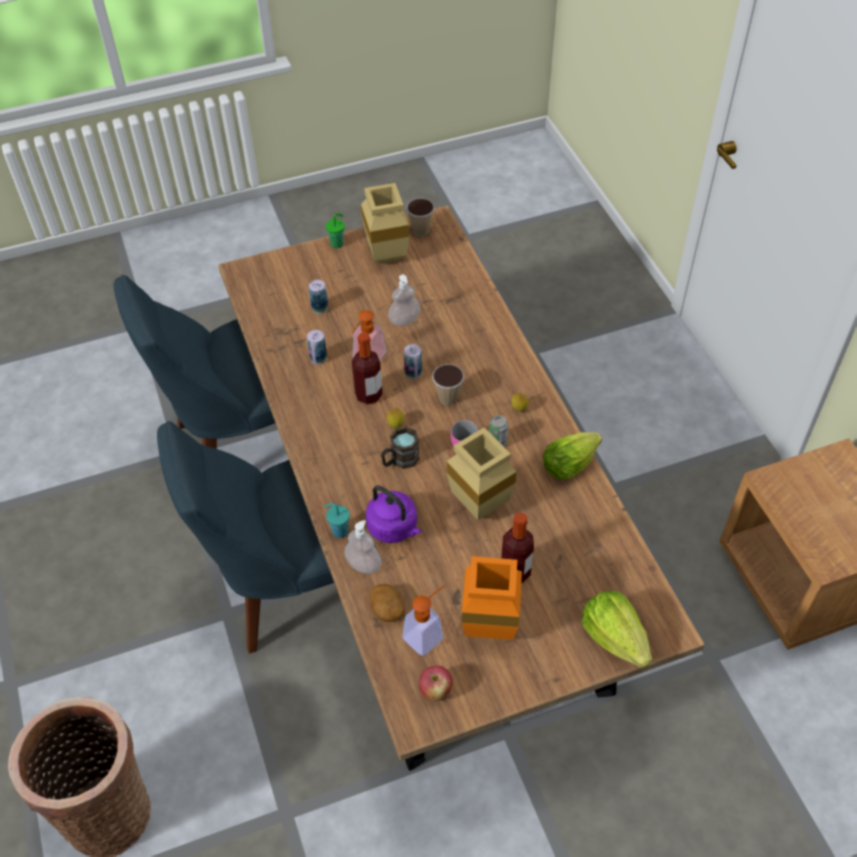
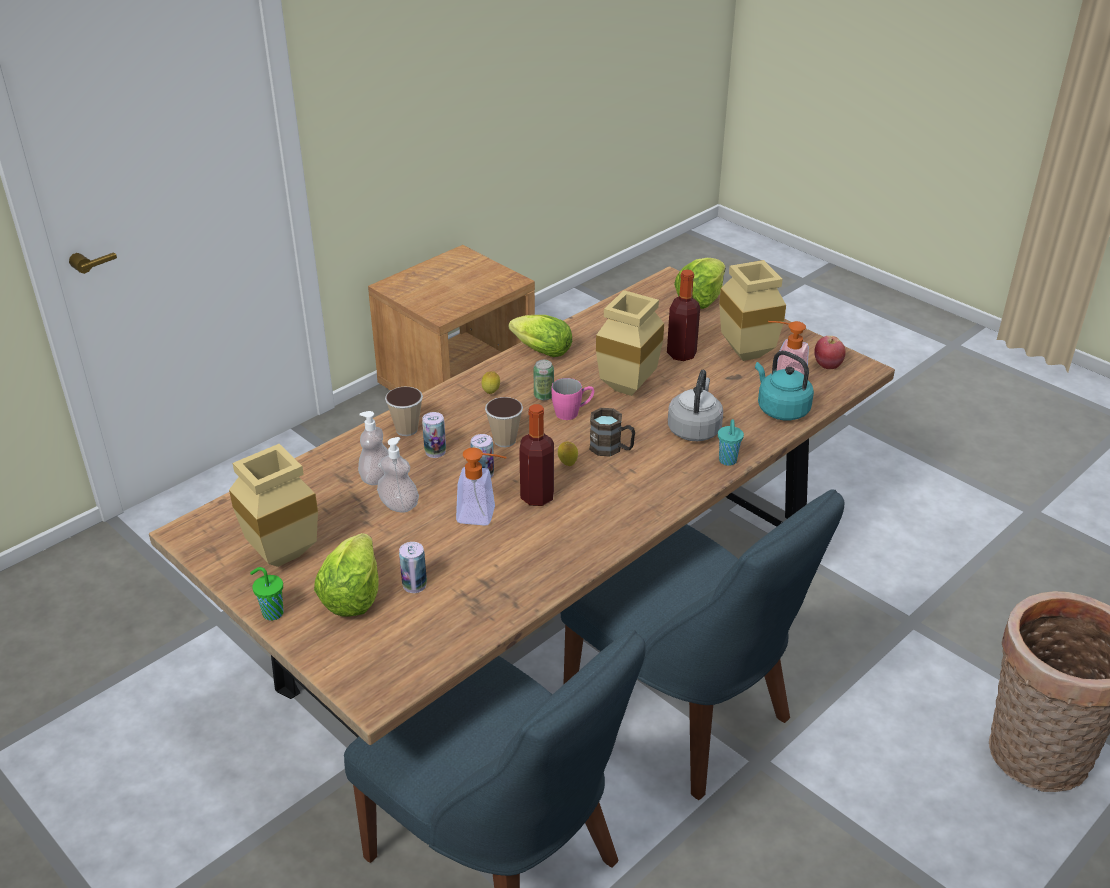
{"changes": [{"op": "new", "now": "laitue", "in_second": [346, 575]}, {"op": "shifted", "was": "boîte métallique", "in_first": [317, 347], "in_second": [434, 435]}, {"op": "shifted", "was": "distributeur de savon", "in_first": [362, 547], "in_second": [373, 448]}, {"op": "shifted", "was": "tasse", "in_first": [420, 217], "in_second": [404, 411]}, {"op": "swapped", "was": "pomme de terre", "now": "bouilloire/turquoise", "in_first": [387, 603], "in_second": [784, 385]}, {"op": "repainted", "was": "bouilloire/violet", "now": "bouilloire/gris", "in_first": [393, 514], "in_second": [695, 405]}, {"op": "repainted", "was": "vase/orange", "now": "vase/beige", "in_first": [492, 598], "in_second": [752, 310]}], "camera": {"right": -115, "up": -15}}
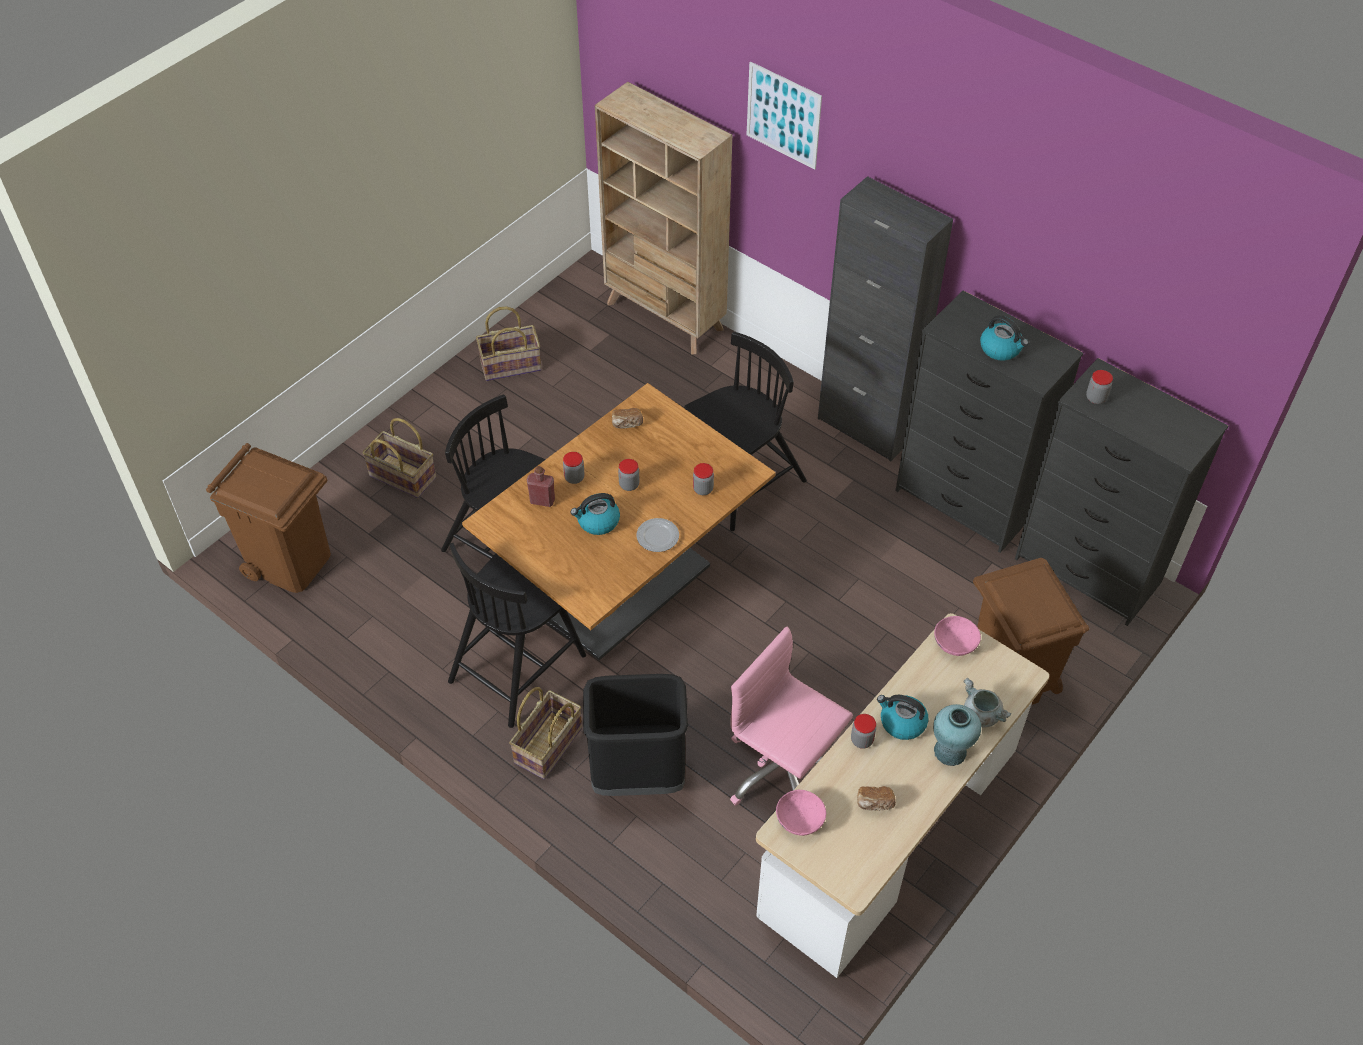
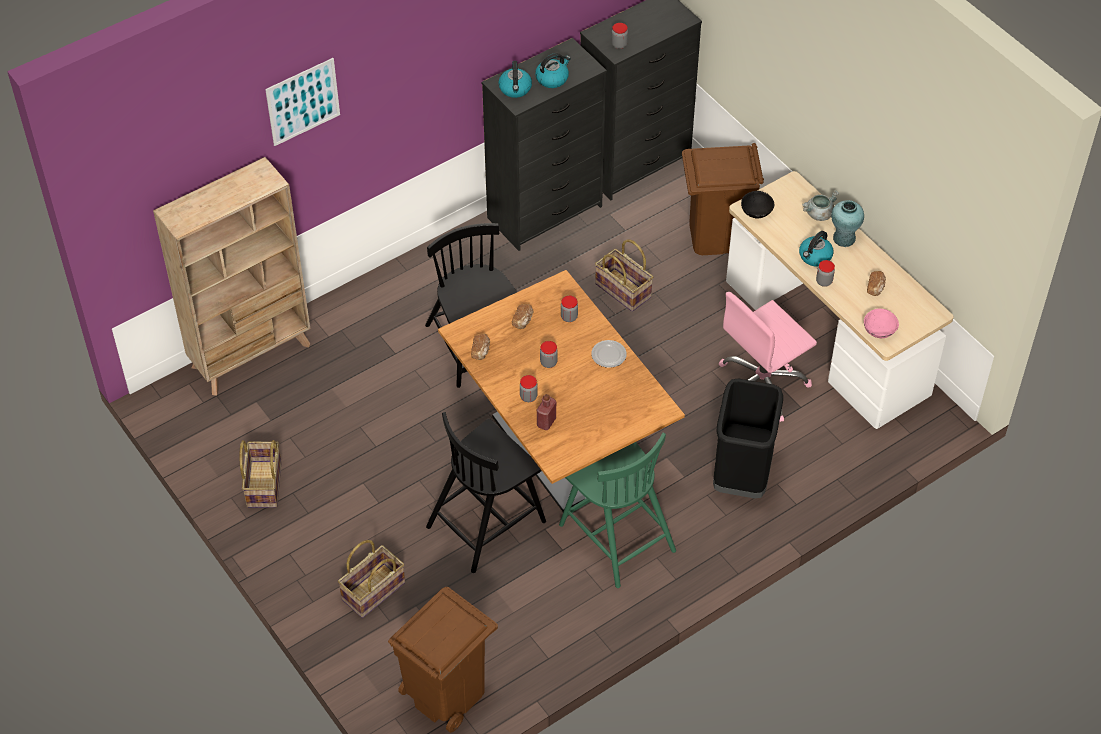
{"changes": [{"op": "gone", "was": "meuble de rangement/noir", "in_first": [885, 318]}, {"op": "new", "now": "pain", "in_second": [522, 316]}, {"op": "shifted", "was": "panier", "in_first": [545, 733], "in_second": [624, 275]}, {"op": "shifted", "was": "bouilloire", "in_first": [595, 514], "in_second": [515, 79]}, {"op": "repainted", "was": "chaise/noir", "now": "chaise/vert", "in_first": [517, 635], "in_second": [617, 510]}, {"op": "repainted", "was": "bol/rose", "now": "bol/noir", "in_first": [957, 636], "in_second": [757, 204]}], "camera": {"right": -75, "up": 0}}
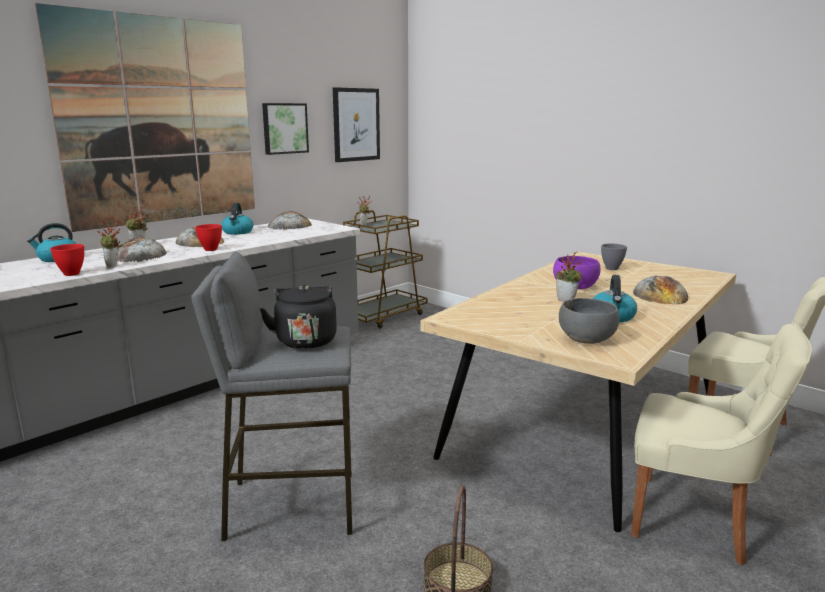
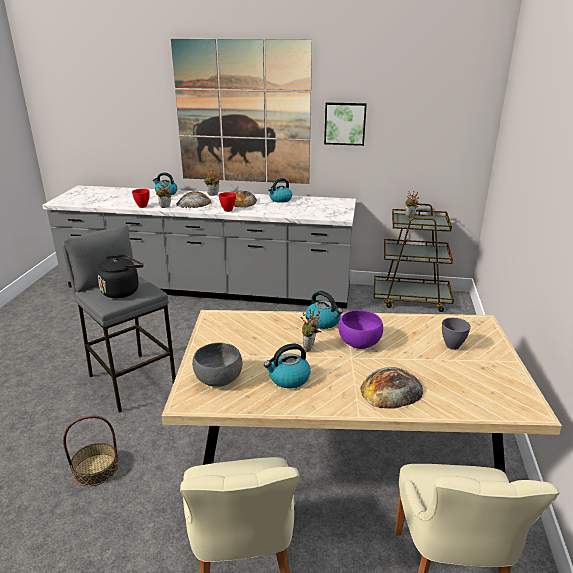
{"changes": [{"op": "gone", "was": "pain", "in_first": [289, 220]}, {"op": "gone", "was": "tableau", "in_first": [356, 124]}, {"op": "new", "now": "bouilloire", "in_second": [324, 310]}], "camera": {"right": 55, "up": 10}}
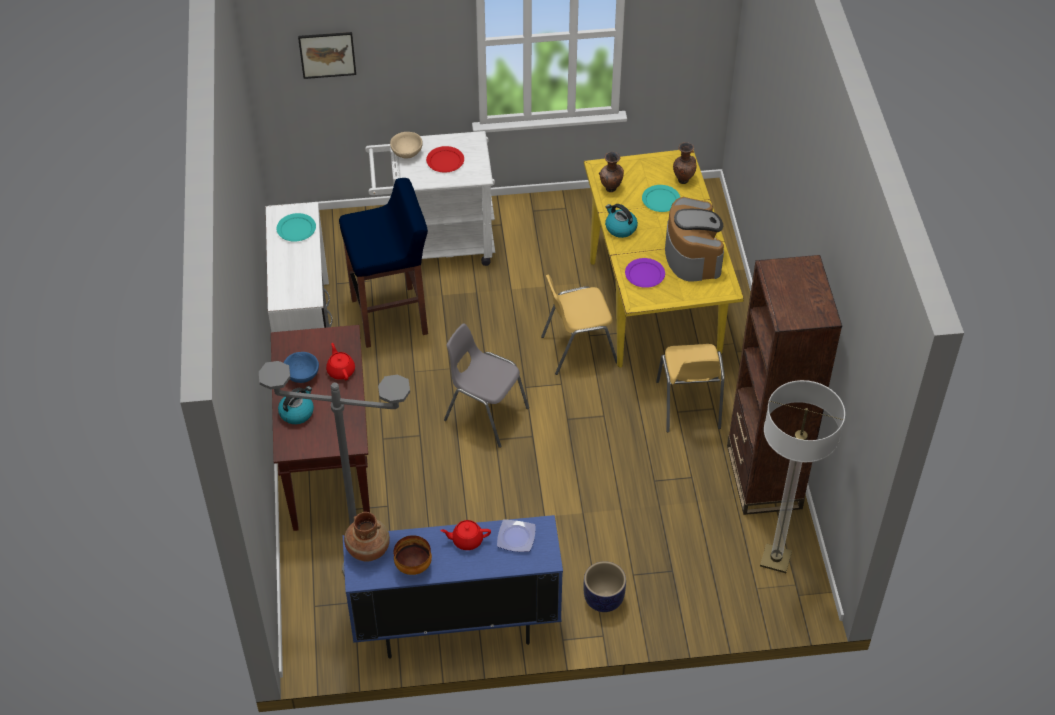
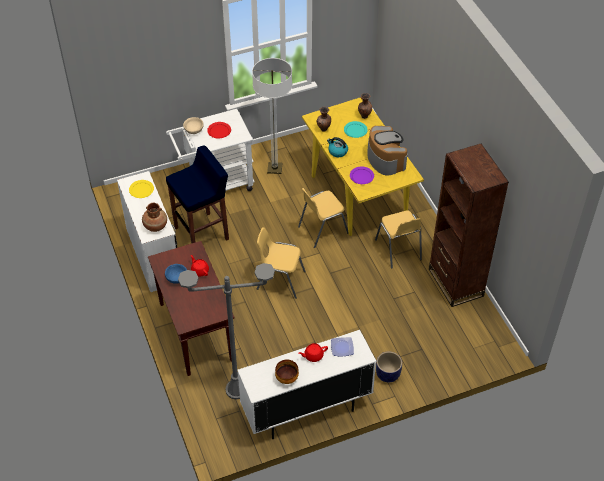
{"changes": [{"op": "gone", "was": "bouilloire", "in_first": [296, 405]}, {"op": "gone", "was": "tableau", "in_first": [327, 55]}, {"op": "shifted", "was": "vase/marron", "in_first": [367, 537], "in_second": [154, 217]}, {"op": "shifted", "was": "lampadaire", "in_first": [802, 476], "in_second": [272, 116]}, {"op": "repainted", "was": "assiette/turquoise", "now": "assiette/jaune", "in_first": [296, 227], "in_second": [141, 189]}, {"op": "repainted", "was": "meuble de rangement/bleu", "now": "meuble de rangement/blanc", "in_first": [453, 587], "in_second": [306, 384]}, {"op": "repainted", "was": "chaise/gris", "now": "chaise/jaune", "in_first": [486, 385], "in_second": [281, 263]}], "camera": {"right": -15, "up": 0}}
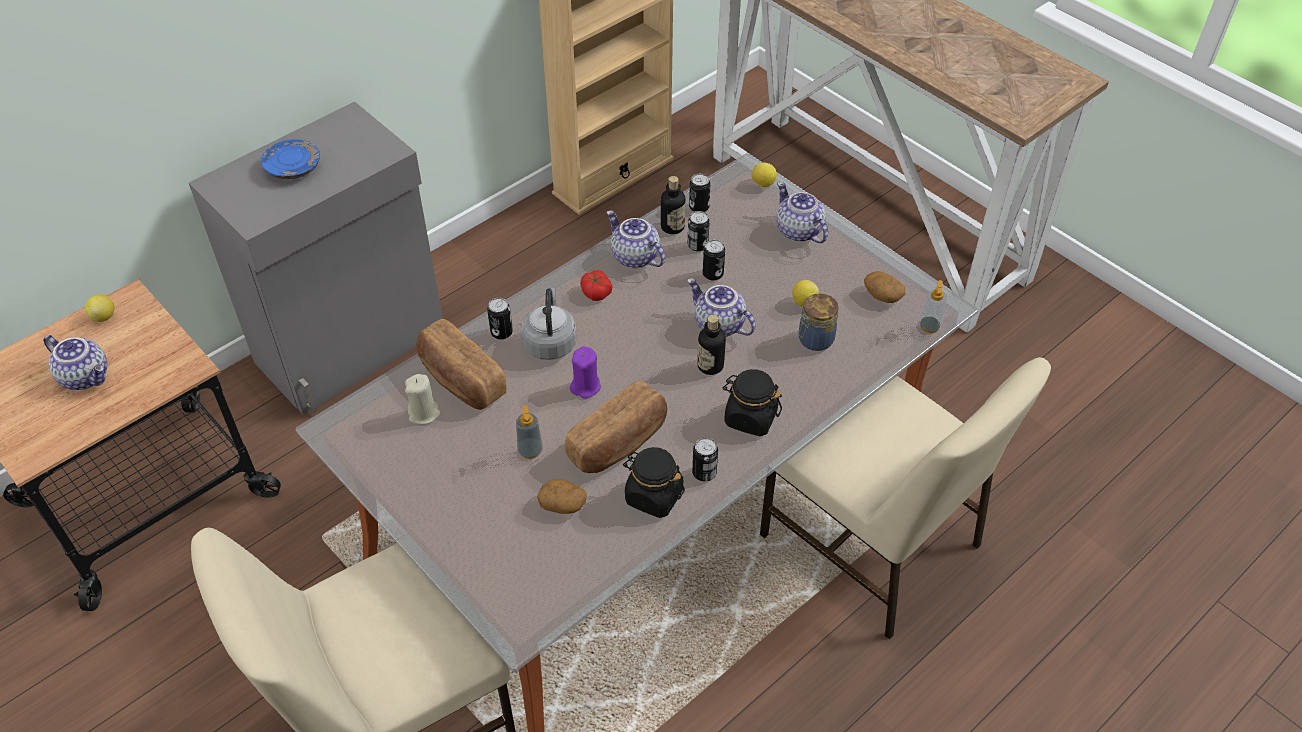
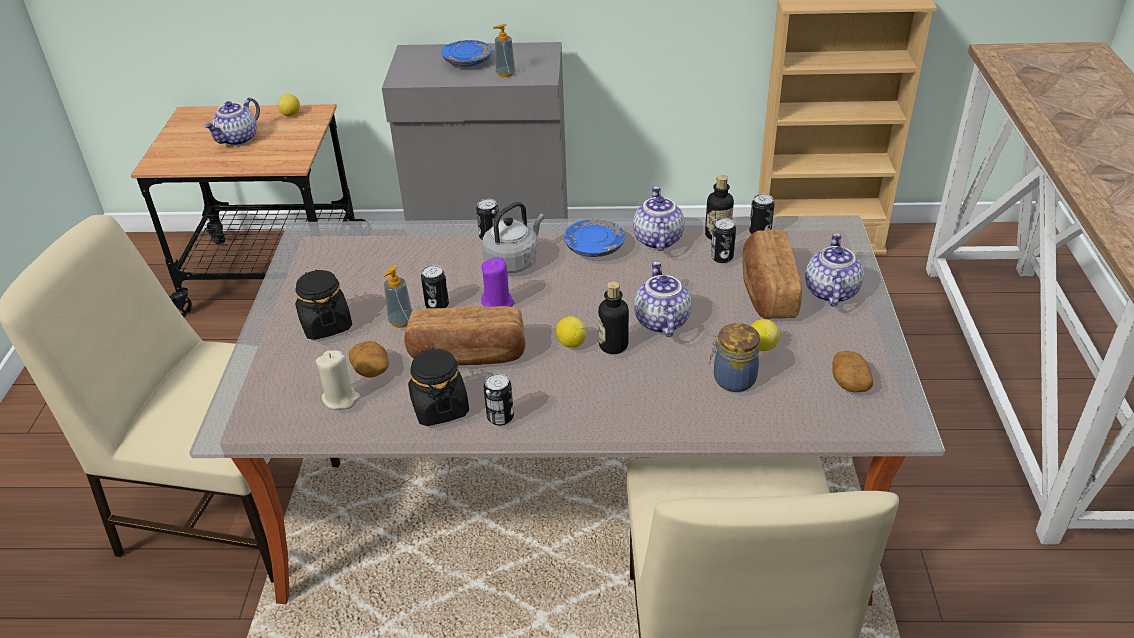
{"changes": [{"op": "shifted", "was": "bougie/beige", "in_first": [422, 399], "in_second": [338, 379]}, {"op": "shifted", "was": "pain", "in_first": [461, 364], "in_second": [772, 274]}, {"op": "shifted", "was": "boîte métallique", "in_first": [713, 260], "in_second": [435, 286]}, {"op": "shifted", "was": "bocal/noir", "in_first": [752, 402], "in_second": [323, 305]}, {"op": "shifted", "was": "citron", "in_first": [764, 175], "in_second": [571, 331]}, {"op": "shifted", "was": "distributeur de savon", "in_first": [933, 306], "in_second": [504, 50]}, {"op": "swapped", "was": "tomate", "now": "assiette/bleu", "in_first": [596, 285], "in_second": [594, 238]}, {"op": "rotated", "was": "théière", "in_first": [75, 362], "in_second": [232, 122], "clockwise": 45}], "camera": {"right": 45, "up": -10}}
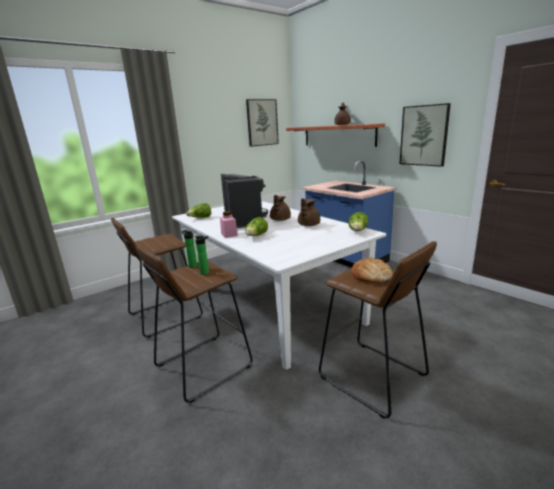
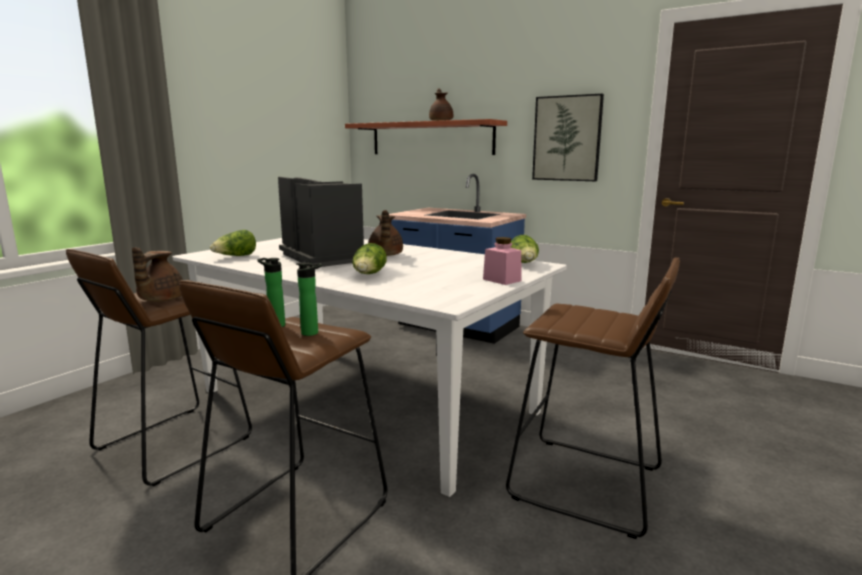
{"changes": [{"op": "gone", "was": "tableau", "in_first": [262, 123]}, {"op": "gone", "was": "pain", "in_first": [372, 270]}, {"op": "shifted", "was": "bocal/rose", "in_first": [229, 224], "in_second": [502, 261]}, {"op": "shifted", "was": "théière/marron", "in_first": [309, 212], "in_second": [157, 274]}], "camera": {"right": -20, "up": -5}}
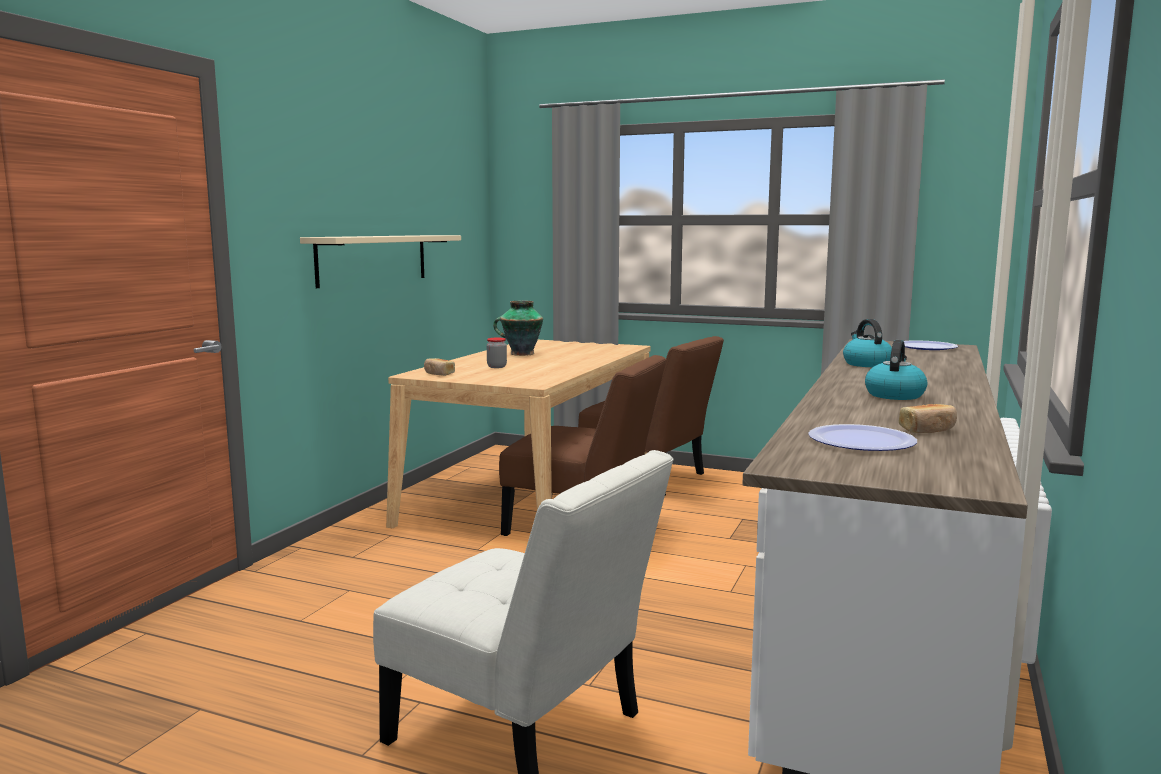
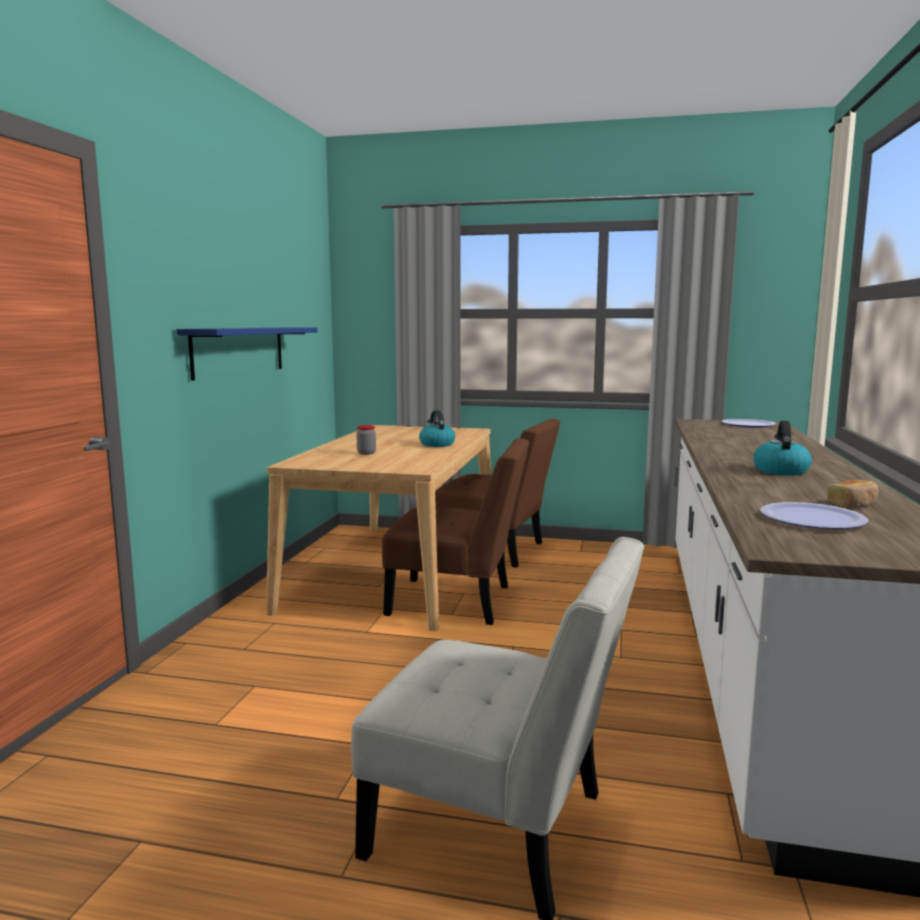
{"changes": [{"op": "gone", "was": "pain", "in_first": [439, 367]}, {"op": "gone", "was": "vase", "in_first": [518, 328]}, {"op": "shifted", "was": "bouilloire", "in_first": [867, 343], "in_second": [437, 428]}, {"op": "repainted", "was": "étagère/beige", "now": "étagère/bleu", "in_first": [380, 261], "in_second": [247, 354]}], "camera": {"right": -10, "up": 0}}
